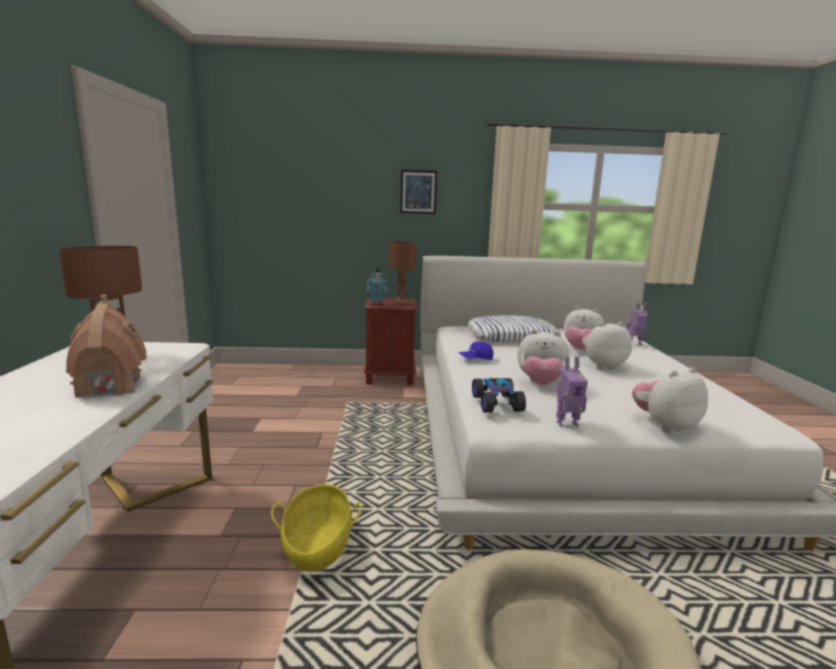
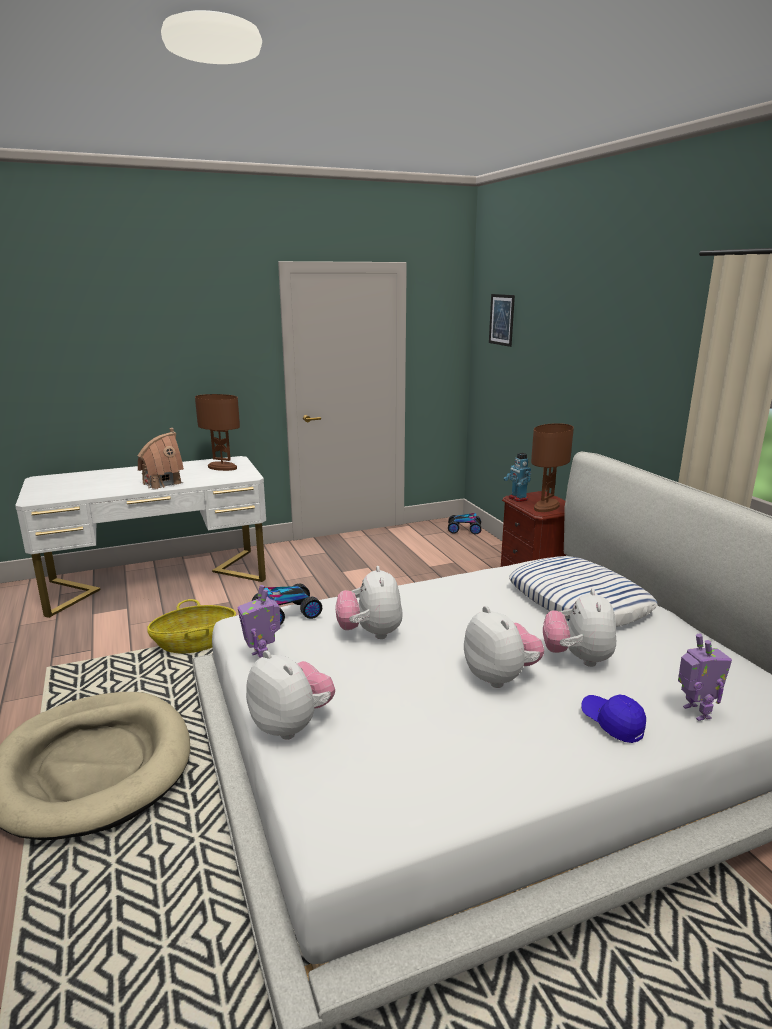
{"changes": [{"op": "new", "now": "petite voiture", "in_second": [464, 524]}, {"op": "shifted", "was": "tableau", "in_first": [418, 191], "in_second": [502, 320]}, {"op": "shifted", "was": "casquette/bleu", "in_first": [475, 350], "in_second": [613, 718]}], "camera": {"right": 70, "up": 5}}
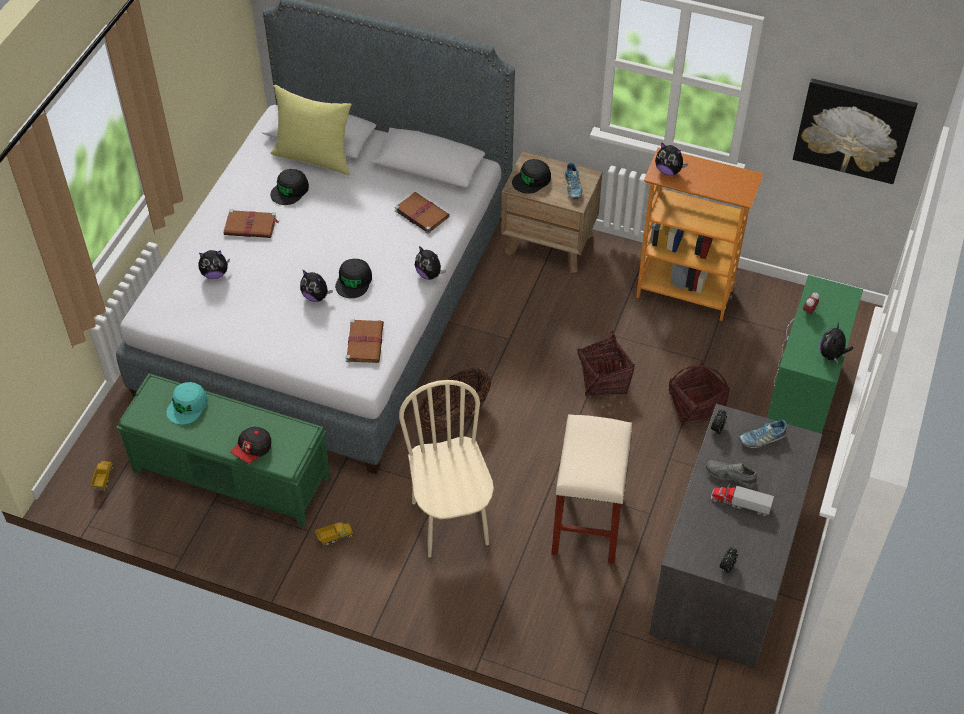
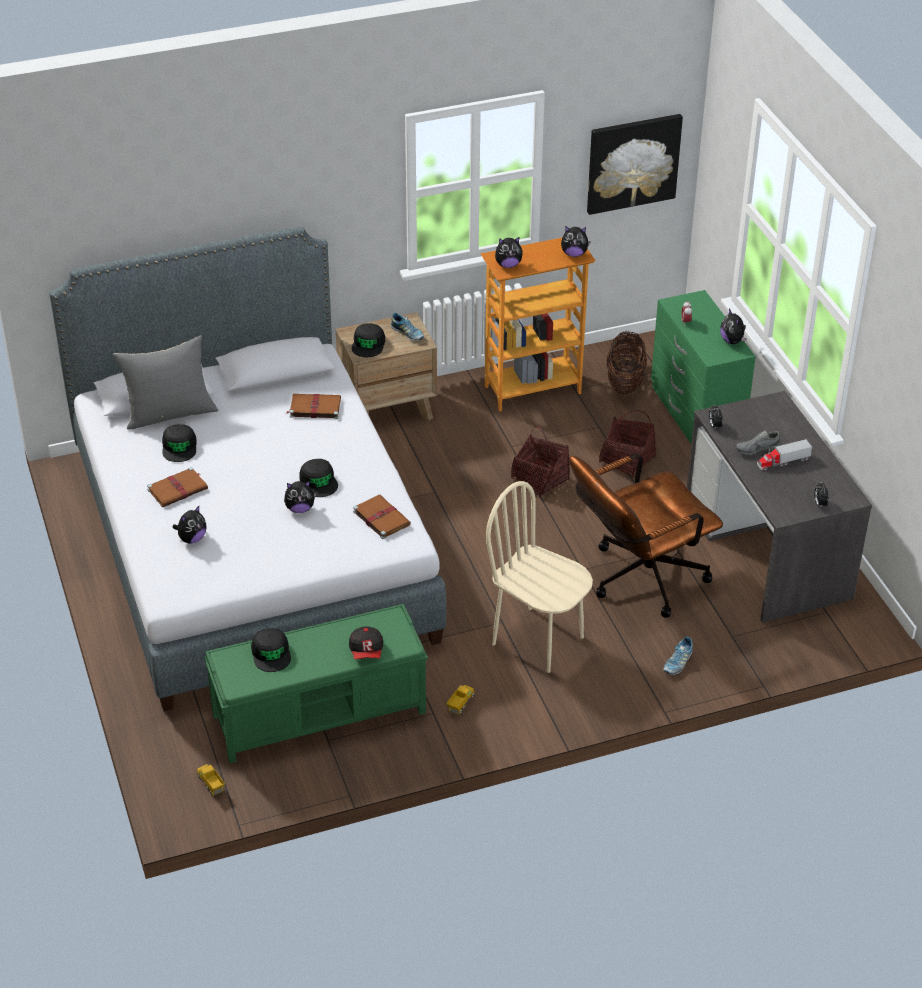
{"changes": [{"op": "shifted", "was": "peluche", "in_first": [430, 263], "in_second": [576, 241]}, {"op": "shifted", "was": "panier", "in_first": [455, 401], "in_second": [626, 363]}, {"op": "shifted", "was": "chaussure", "in_first": [763, 434], "in_second": [678, 656]}, {"op": "swapped", "was": "tabouret/beige", "now": "chaise de bureau/marron", "in_first": [591, 489], "in_second": [646, 535]}, {"op": "repainted", "was": "casquette/turquoise", "now": "casquette/noir", "in_first": [187, 403], "in_second": [271, 650]}, {"op": "repainted", "was": "coussin/jaune", "now": "coussin/gris", "in_first": [311, 130], "in_second": [165, 382]}], "camera": {"right": -40, "up": -10}}
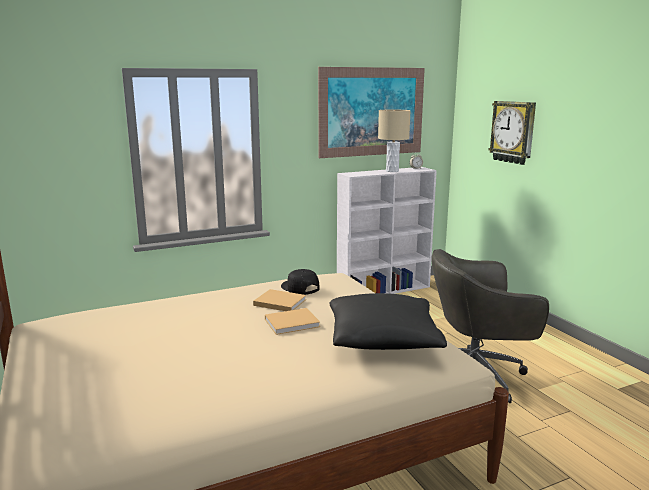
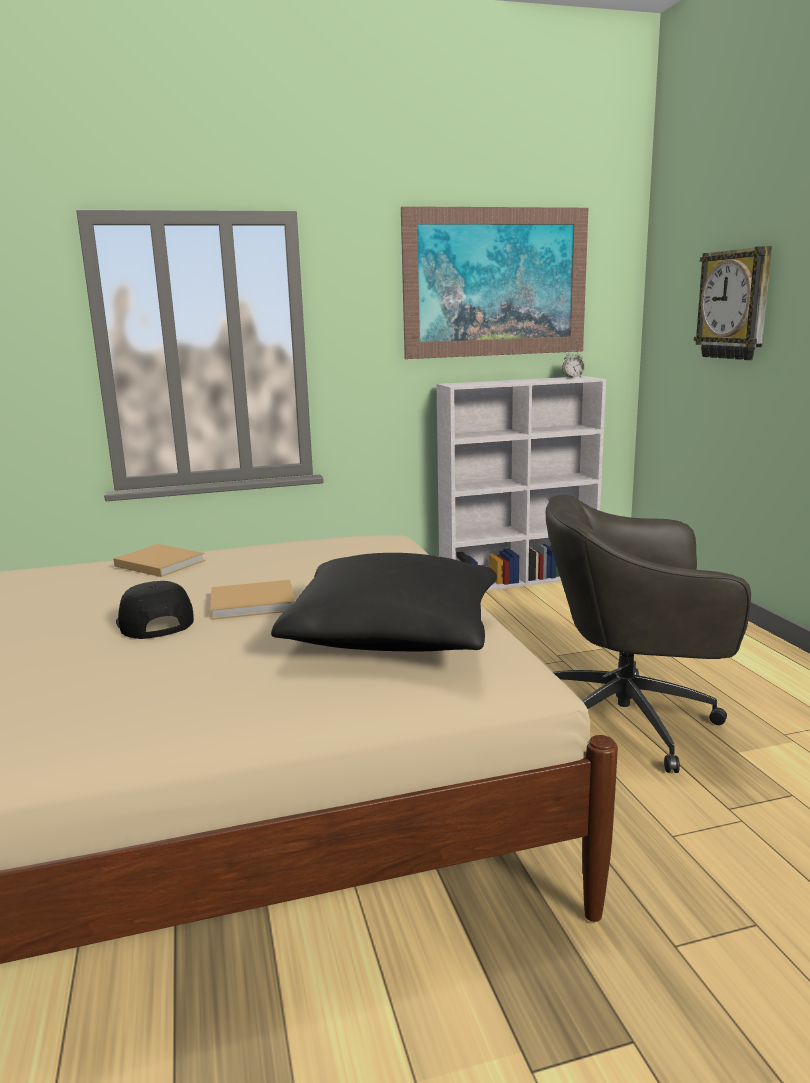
{"changes": [{"op": "gone", "was": "lampe de table/beige", "in_first": [394, 141]}, {"op": "shifted", "was": "livre/beige", "in_first": [279, 300], "in_second": [159, 560]}, {"op": "shifted", "was": "casquette/noir", "in_first": [300, 282], "in_second": [155, 610]}], "camera": {"right": 10, "up": 0}}
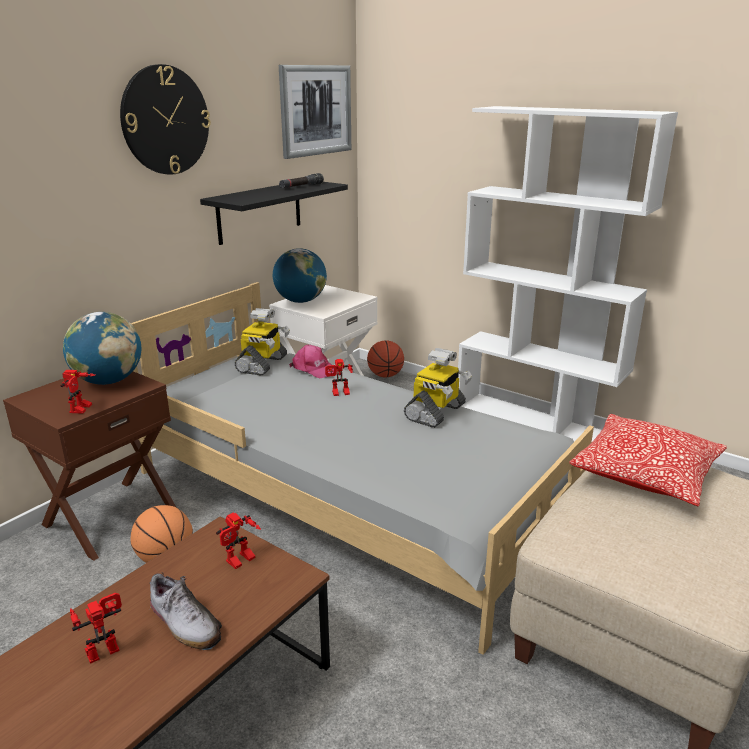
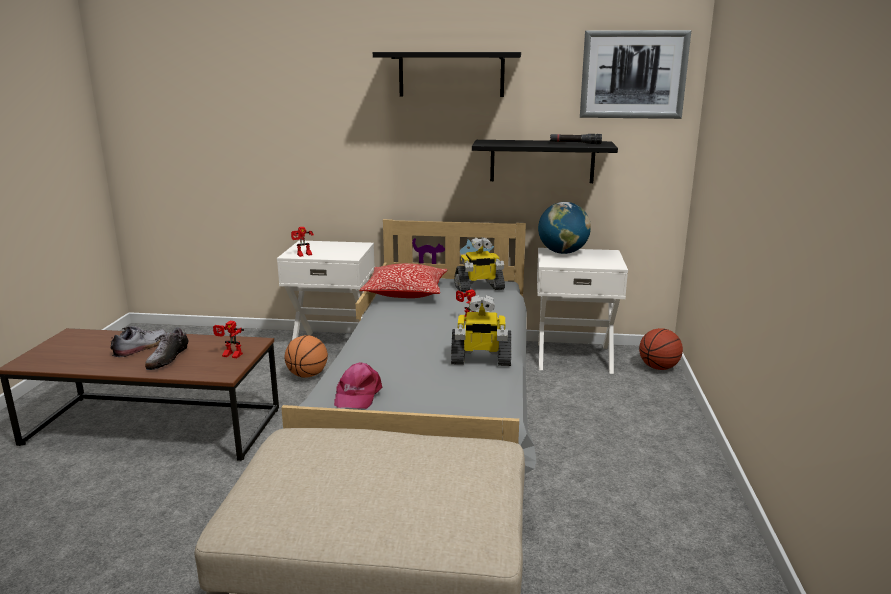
{"changes": [{"op": "gone", "was": "globe", "in_first": [102, 348]}, {"op": "gone", "was": "bibliothèque/blanc", "in_first": [568, 274]}, {"op": "shifted", "was": "casquette/rose", "in_first": [311, 362], "in_second": [358, 385]}, {"op": "shifted", "was": "coussin", "in_first": [648, 460], "in_second": [403, 280]}, {"op": "swapped", "was": "robot jouet", "now": "chaussure", "in_first": [96, 628], "in_second": [138, 341]}, {"op": "swapped", "was": "horloge murale", "now": "étagère/noir", "in_first": [165, 119], "in_second": [447, 74]}, {"op": "repainted", "was": "table de chevet/marron", "now": "table de chevet/blanc", "in_first": [89, 466], "in_second": [326, 290]}], "camera": {"right": 60, "up": -5}}
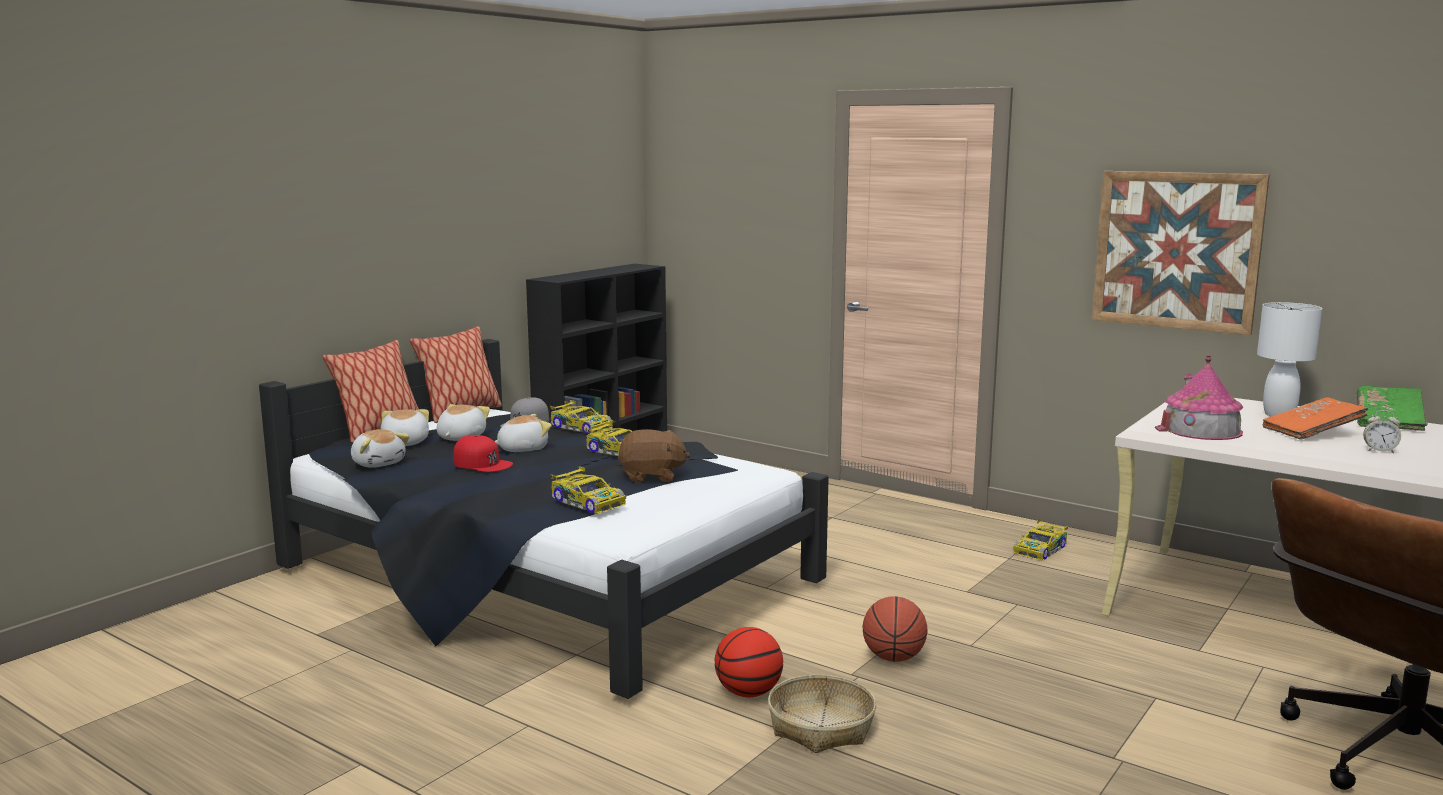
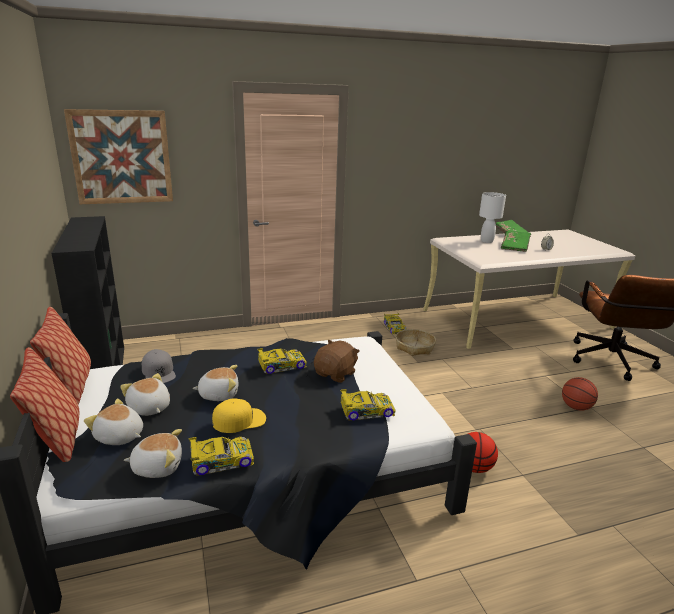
{"changes": [{"op": "gone", "was": "maison miniature", "in_first": [1199, 397]}, {"op": "shifted", "was": "petite voiture", "in_first": [581, 417], "in_second": [221, 456]}, {"op": "shifted", "was": "panier", "in_first": [822, 714], "in_second": [416, 342]}, {"op": "shifted", "was": "ballon de basket", "in_first": [895, 629], "in_second": [580, 394]}, {"op": "shifted", "was": "tableau", "in_first": [1181, 253], "in_second": [118, 156]}, {"op": "repainted", "was": "casquette/rouge", "now": "casquette/jaune", "in_first": [483, 453], "in_second": [239, 416]}, {"op": "repainted", "was": "livre/orange", "now": "livre/vert", "in_first": [1316, 418], "in_second": [516, 241]}, {"op": "rotated", "was": "peluche", "in_first": [523, 433], "in_second": [215, 383], "clockwise": 75}], "camera": {"right": -55, "up": 10}}
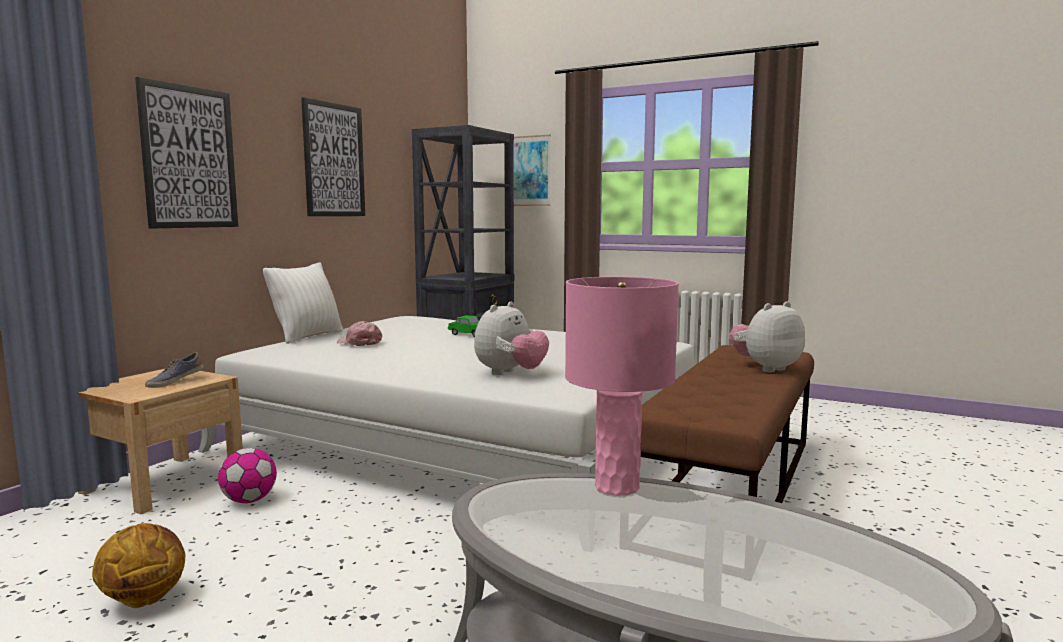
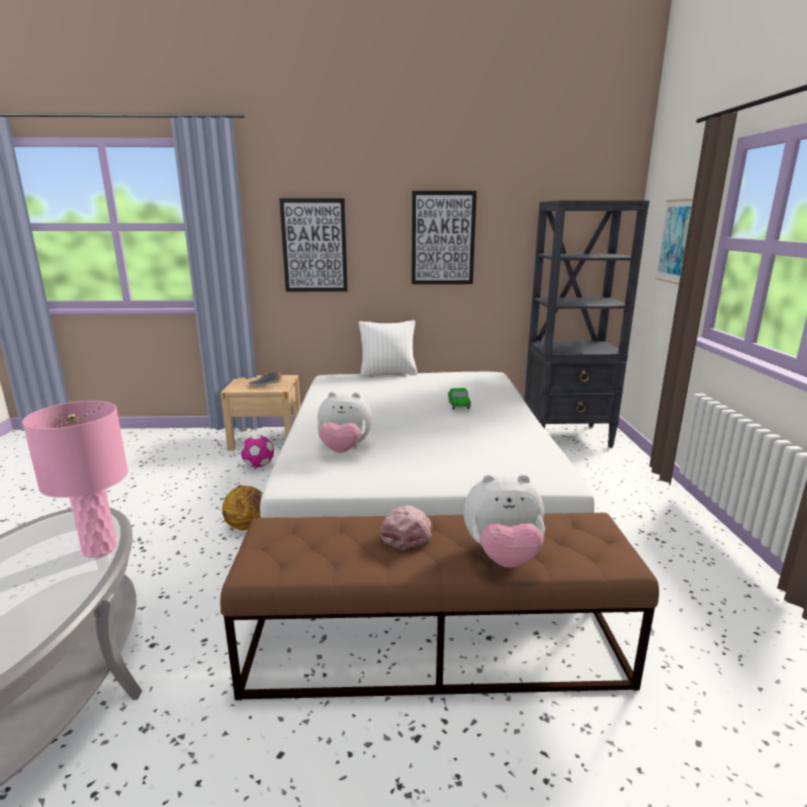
{"changes": [{"op": "shifted", "was": "ballon de basket", "in_first": [138, 565], "in_second": [242, 508]}, {"op": "shifted", "was": "casquette/rose", "in_first": [359, 333], "in_second": [406, 528]}, {"op": "rotated", "was": "peluche", "in_first": [767, 336], "in_second": [504, 521], "clockwise": 150}], "camera": {"right": 60, "up": 10}}
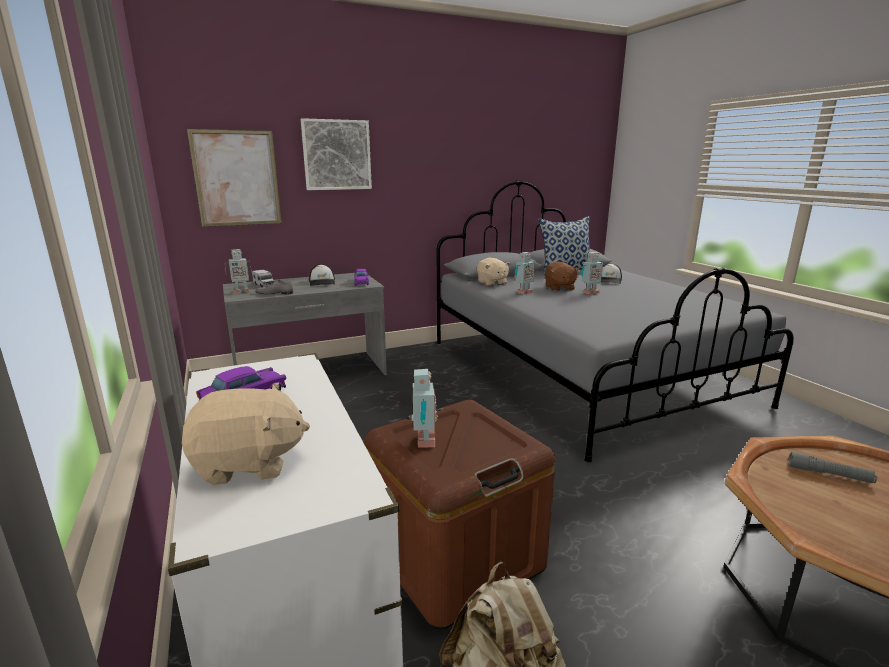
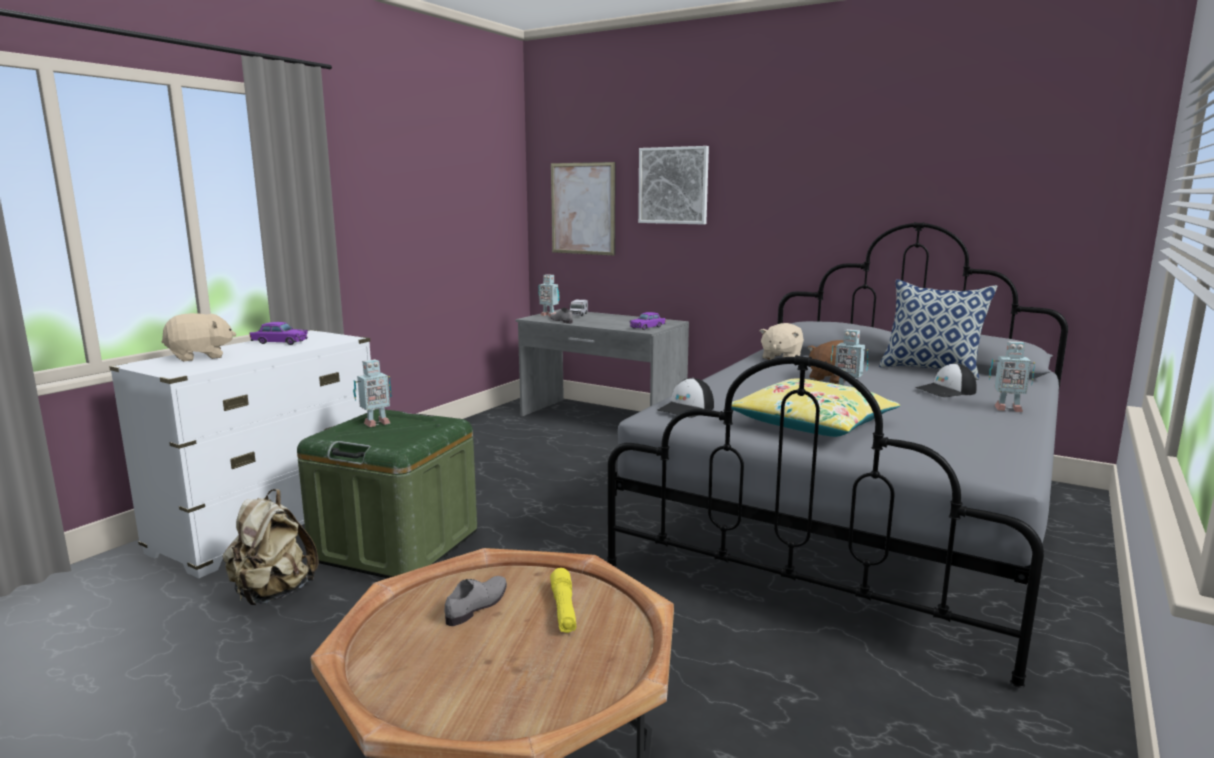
{"changes": [{"op": "new", "now": "chaussure/gris", "in_second": [475, 601]}, {"op": "new", "now": "coussin/jaune", "in_second": [815, 407]}, {"op": "shifted", "was": "casquette", "in_first": [322, 275], "in_second": [685, 398]}, {"op": "shifted", "was": "robot jouet", "in_first": [525, 273], "in_second": [1012, 376]}, {"op": "repainted", "was": "boîte de rangement/marron", "now": "boîte de rangement/vert", "in_first": [460, 515], "in_second": [387, 493]}, {"op": "repainted", "was": "lampe de poche/gris", "now": "lampe de poche/jaune", "in_first": [832, 467], "in_second": [563, 600]}, {"op": "rotated", "was": "peluche/beige", "in_first": [246, 434], "in_second": [198, 337], "clockwise": -75}], "camera": {"right": 55, "up": -5}}
